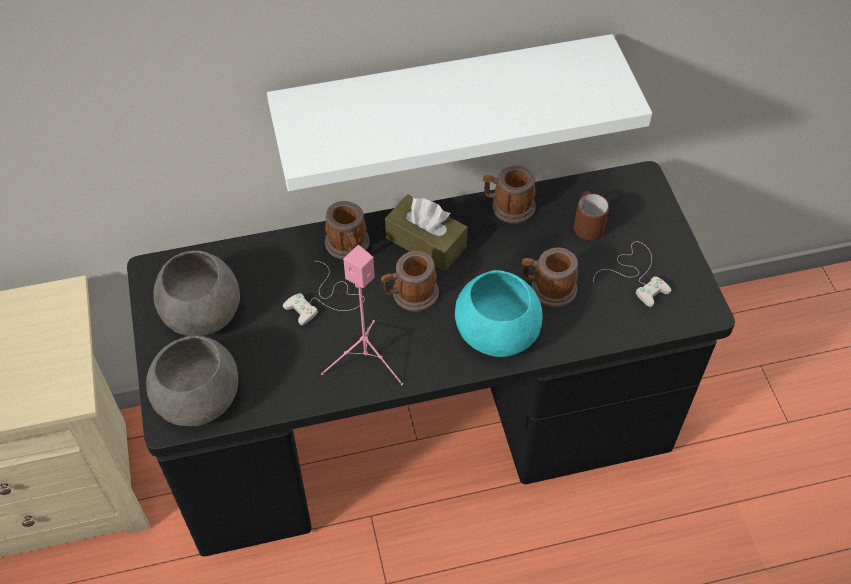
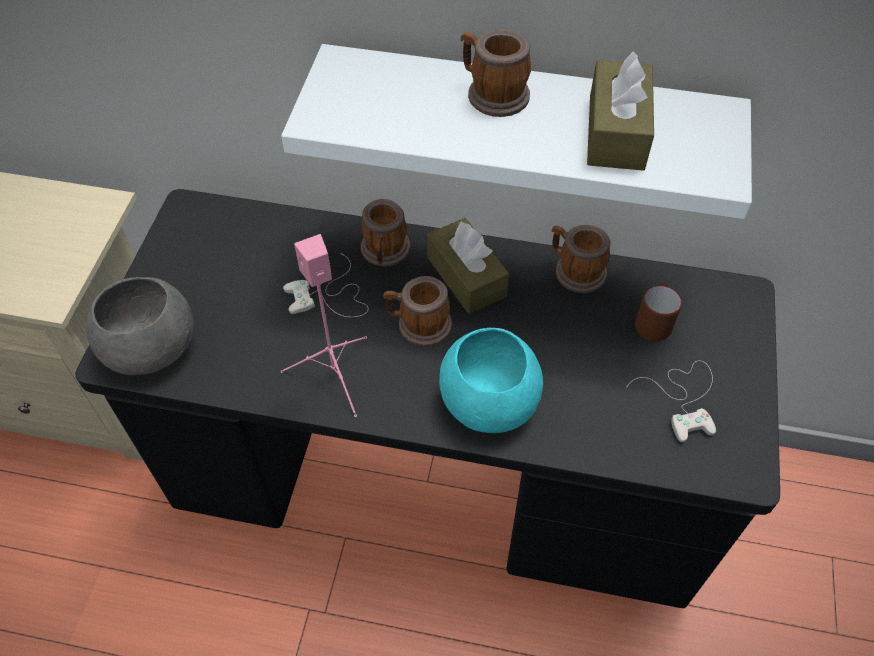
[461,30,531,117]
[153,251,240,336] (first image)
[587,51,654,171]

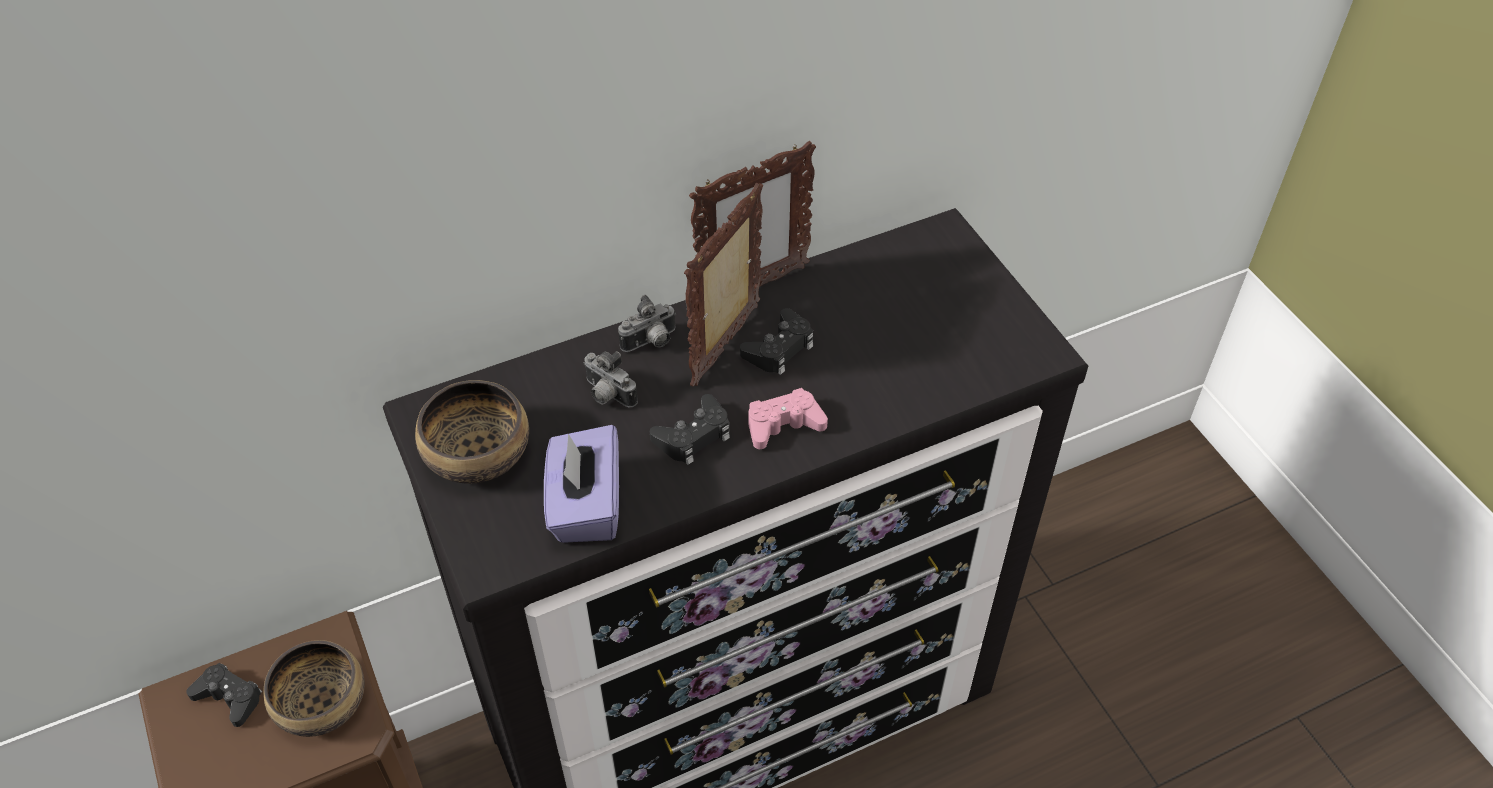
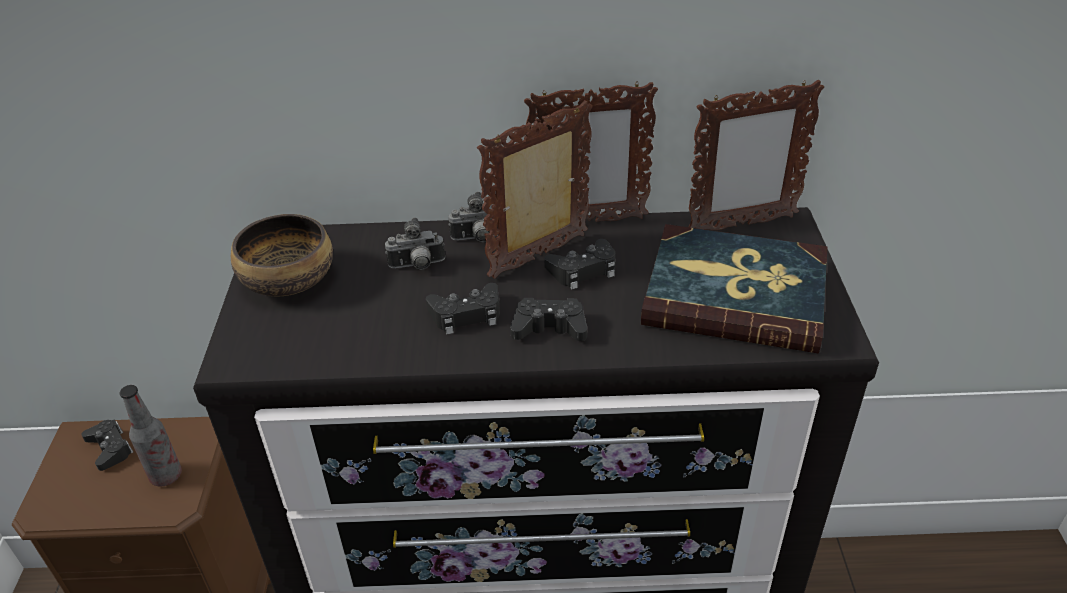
[385,218,445,270]
[510,298,587,341]
[544,425,619,543] (first image)
[120,385,182,486]
[688,80,824,230]
[641,224,828,354]

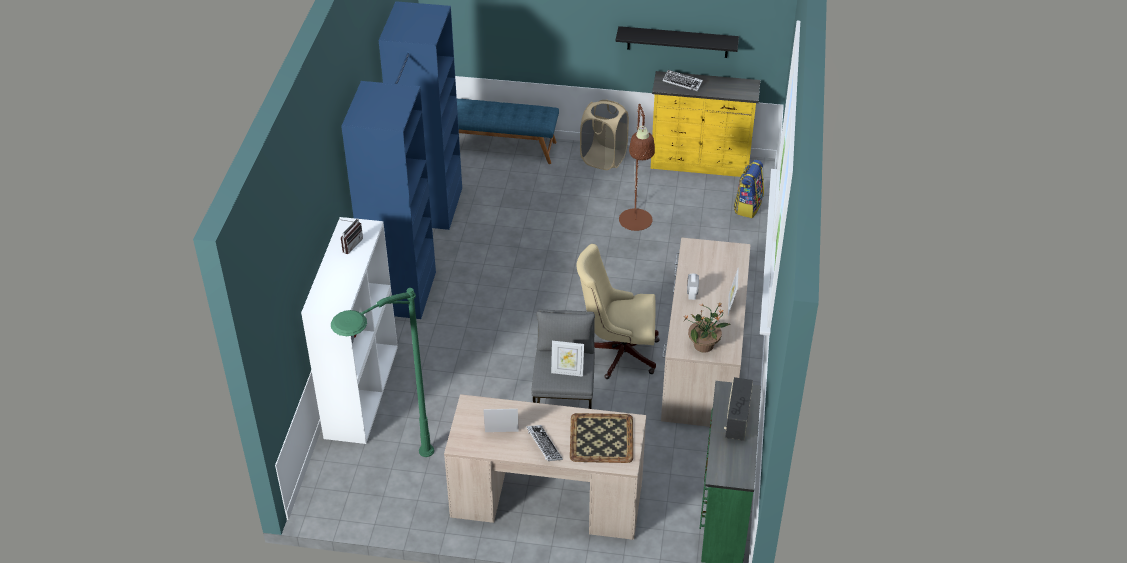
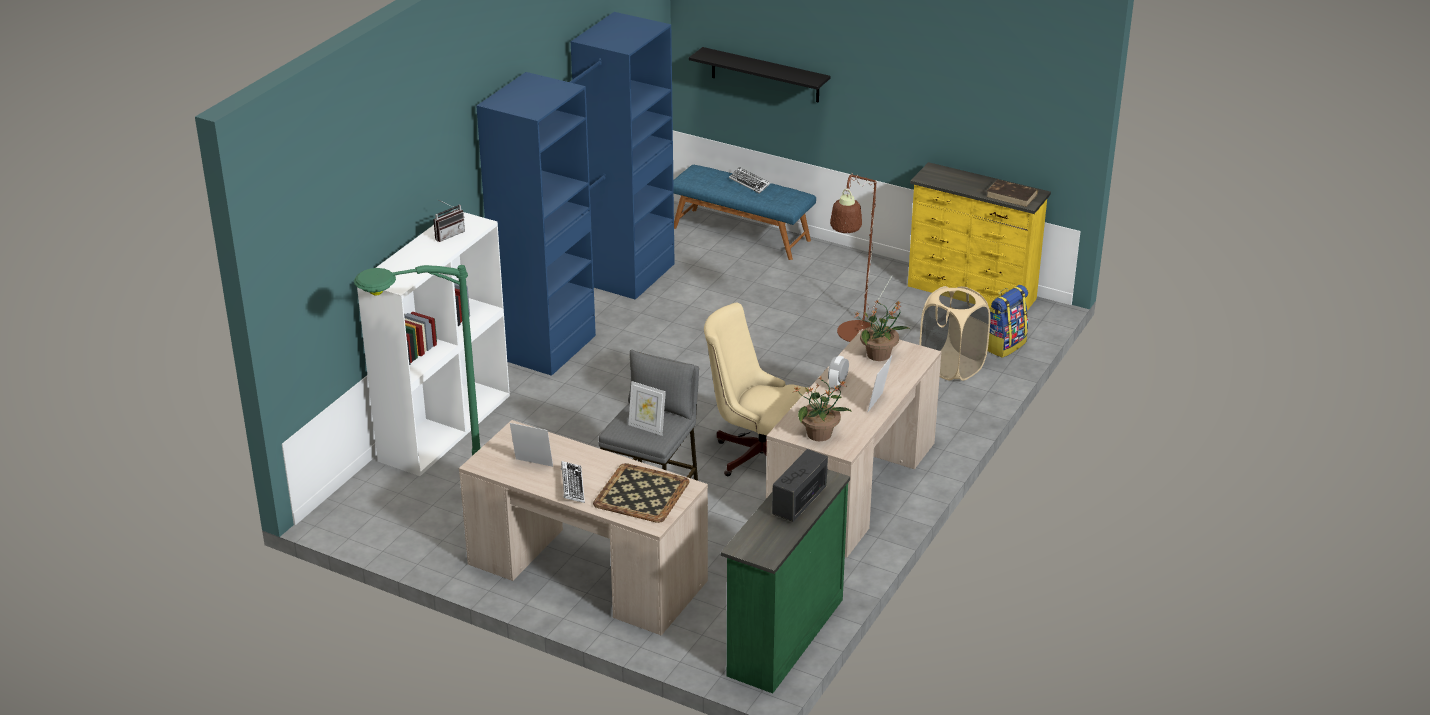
[689,47,830,103]
[729,167,771,194]
[919,286,991,381]
[986,180,1038,207]
[854,299,910,361]

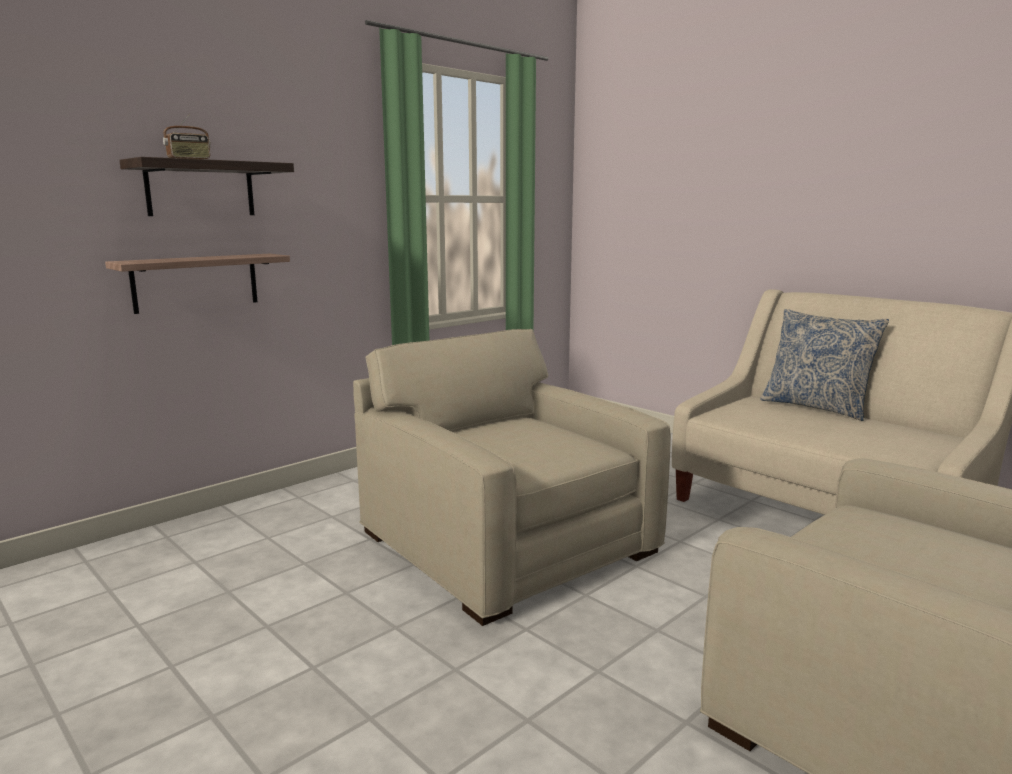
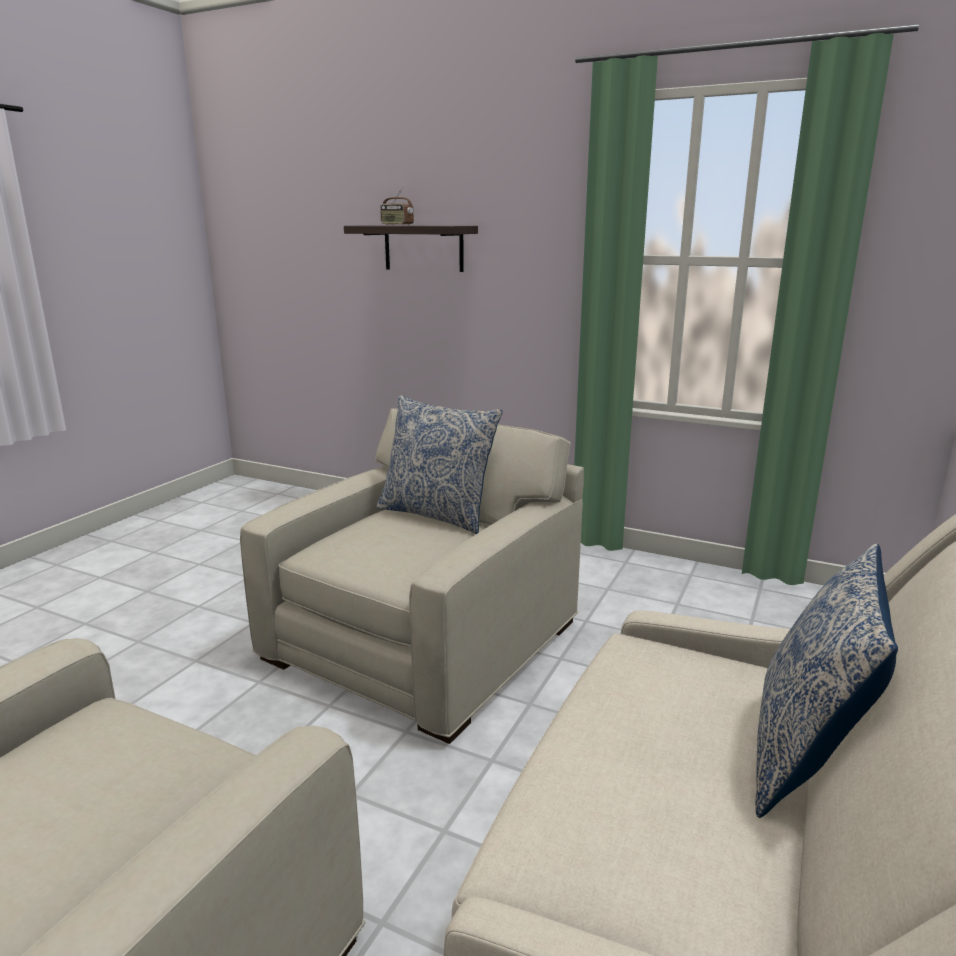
[105,254,290,314] (first image)
[376,395,503,534]

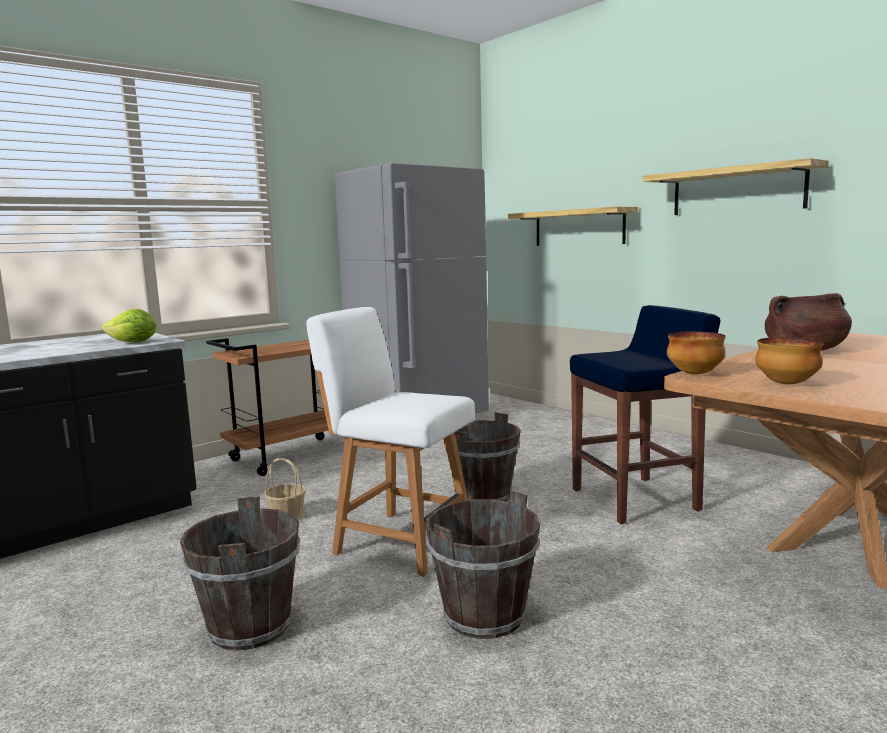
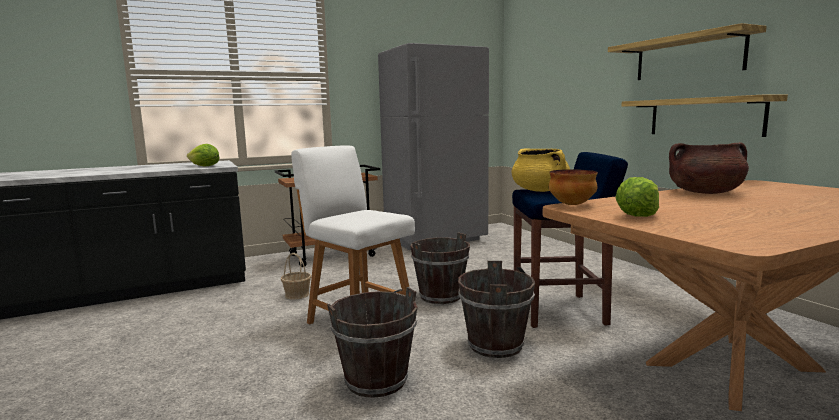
[621,95,788,137]
[615,177,659,217]
[458,260,535,358]
[512,148,570,192]

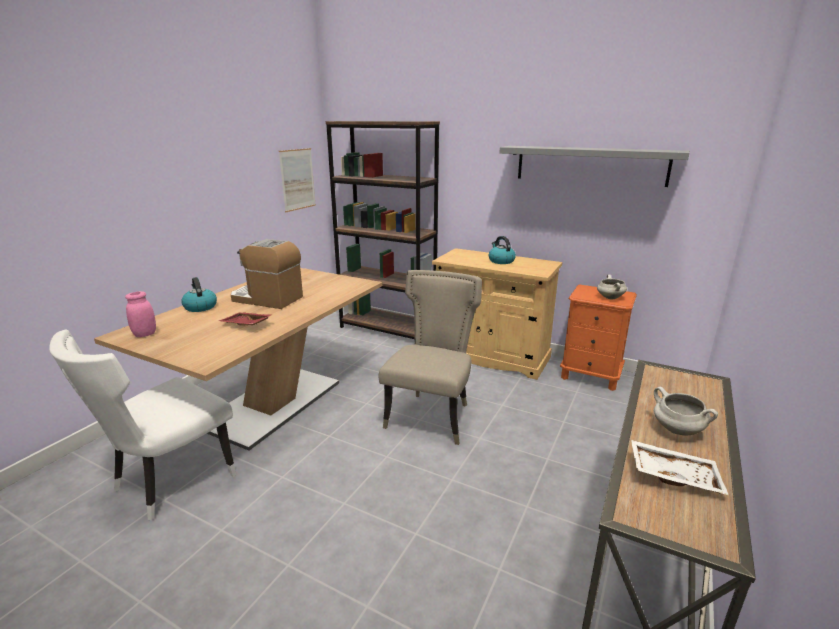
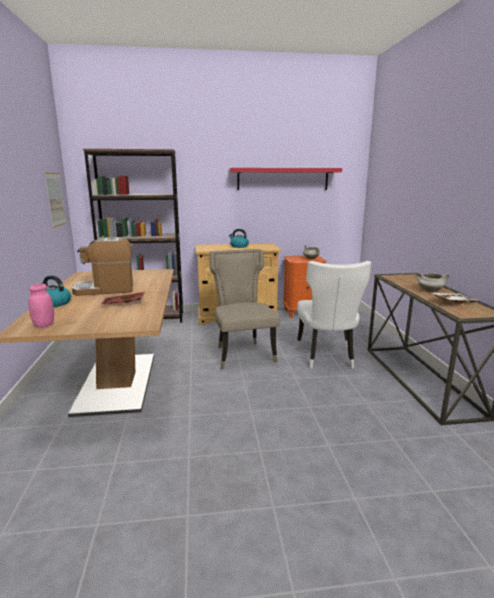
[229,168,342,190]
[296,261,371,369]

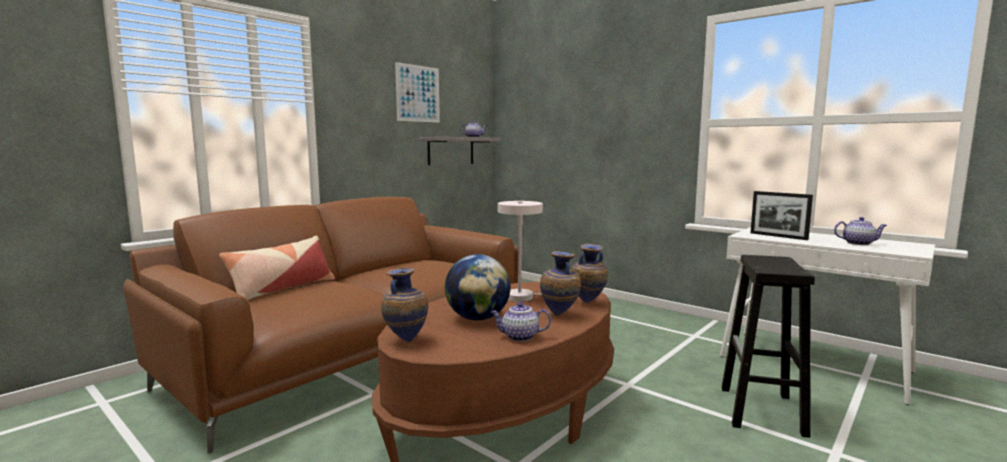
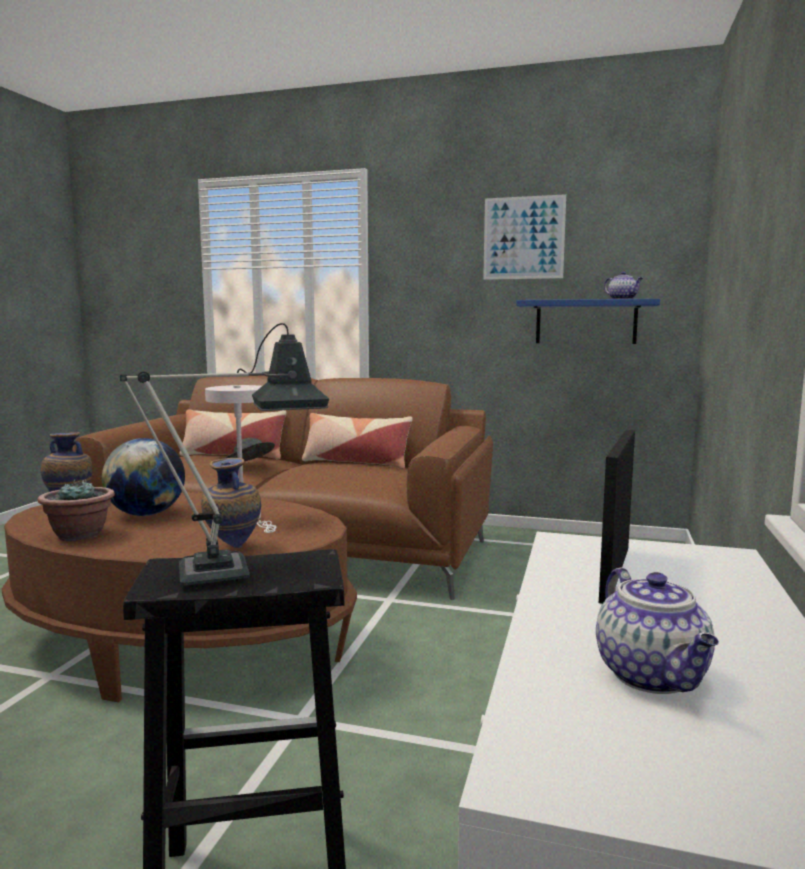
[516,299,660,344]
[540,251,581,316] (first image)
[37,479,115,541]
[120,323,329,587]
[302,413,413,469]
[226,438,275,461]

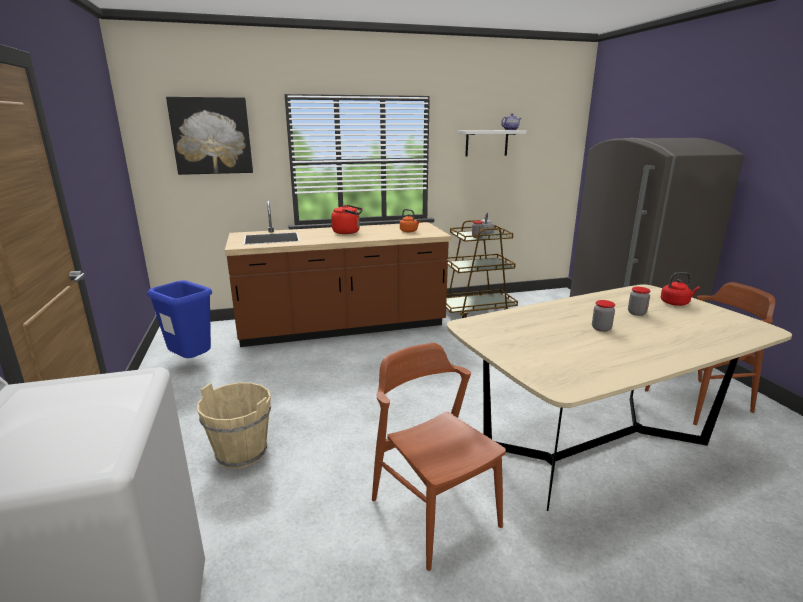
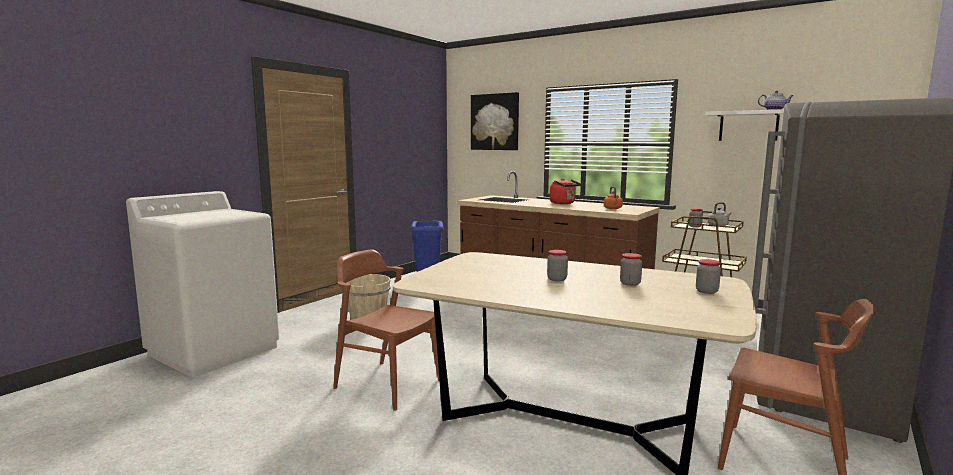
[696,259,721,294]
[333,249,439,411]

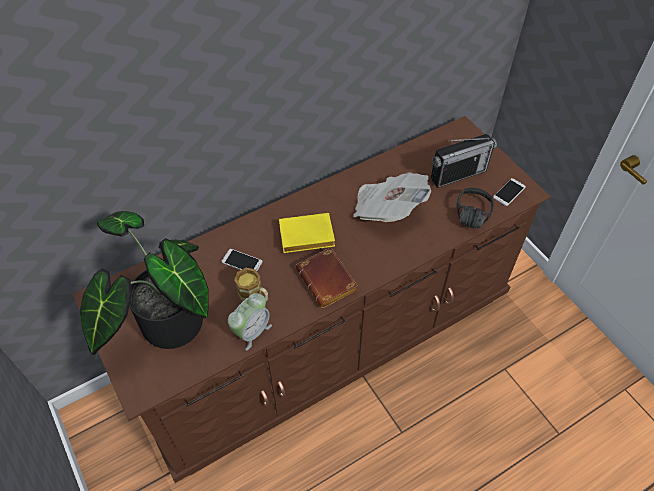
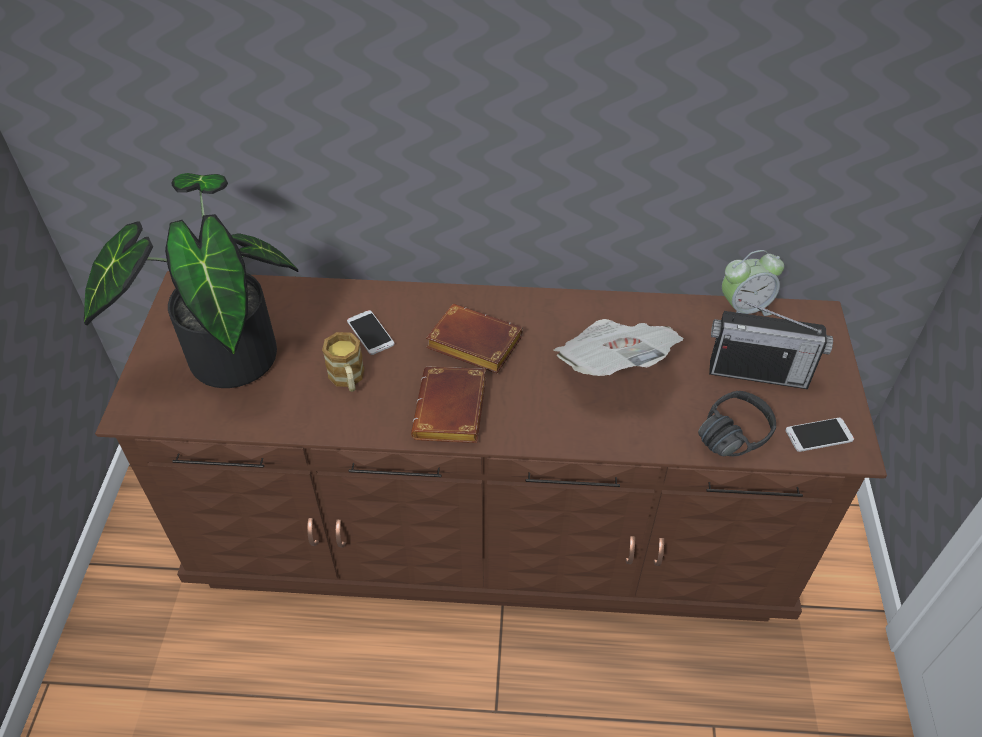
[426,304,523,374]
[722,250,784,316]

